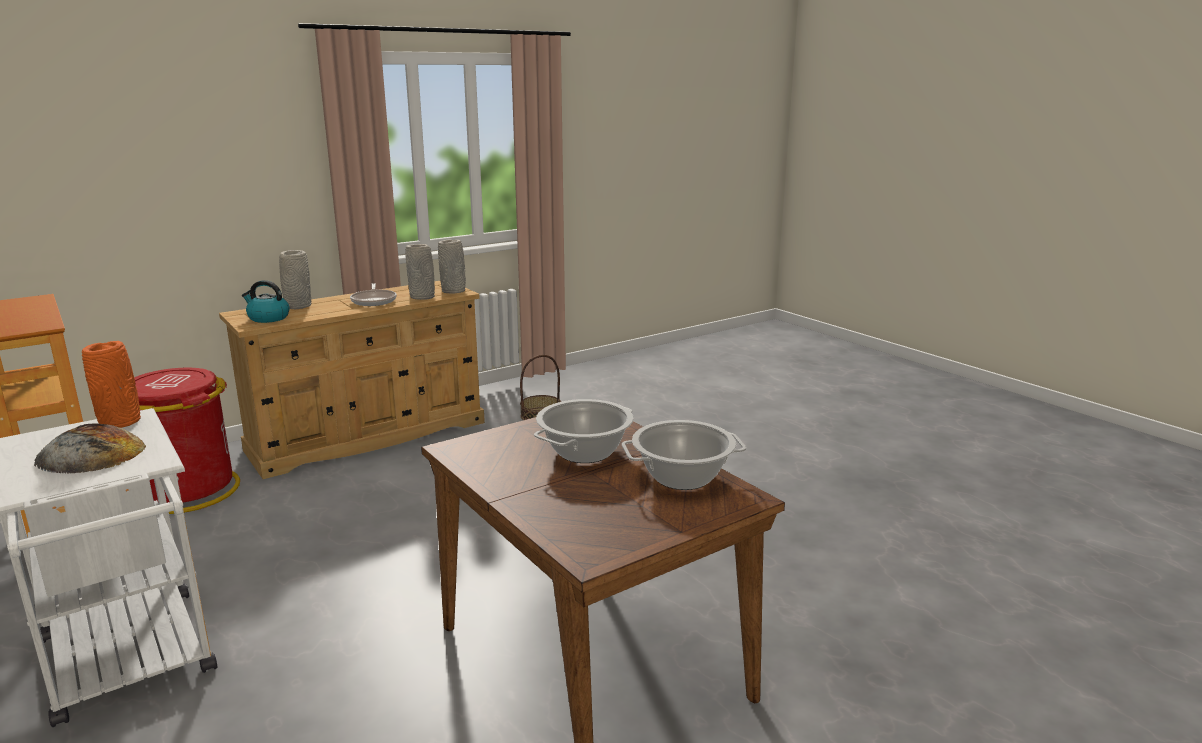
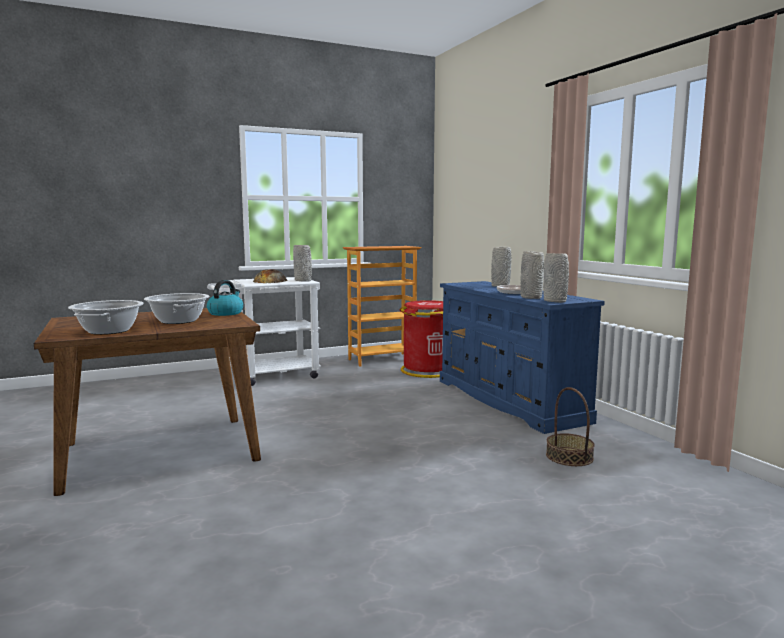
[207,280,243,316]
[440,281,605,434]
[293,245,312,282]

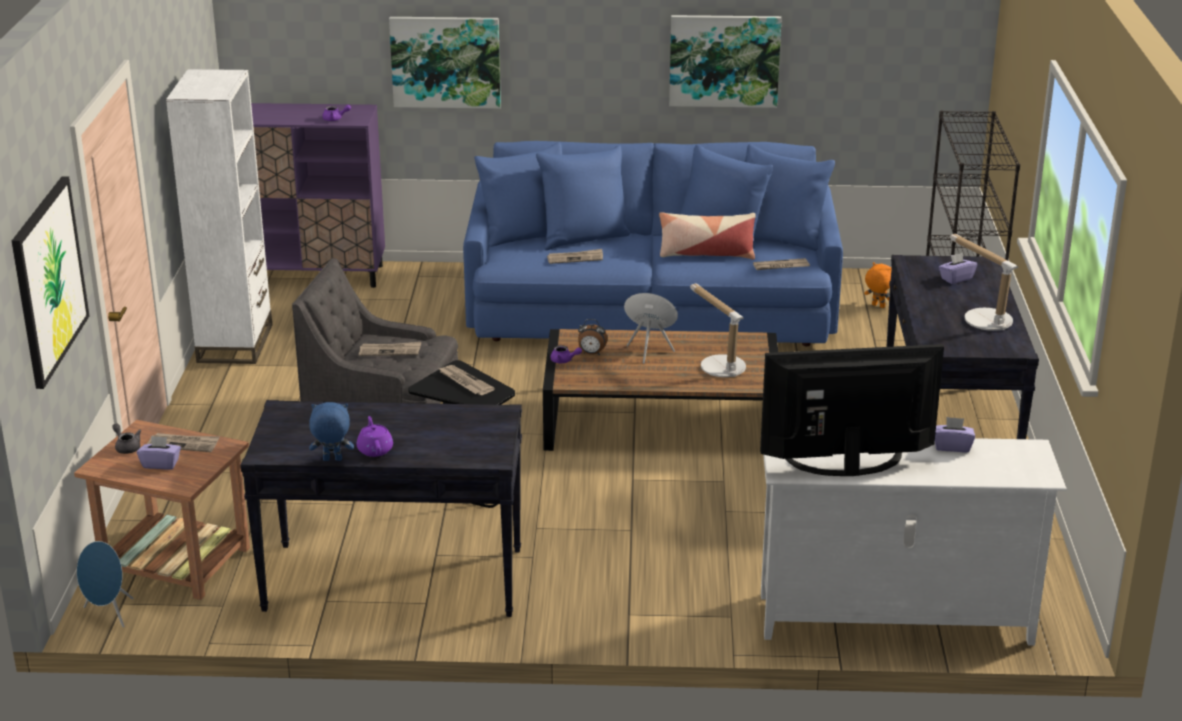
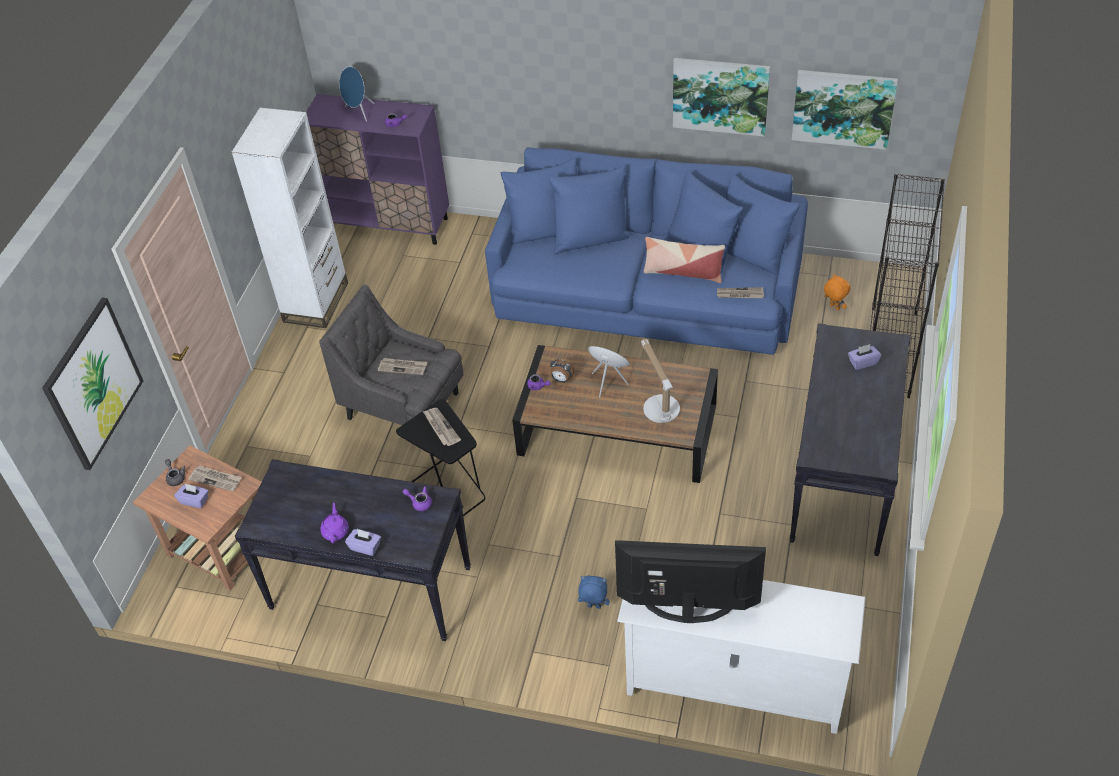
[792,70,898,150]
[950,234,1018,331] (first image)
[547,249,603,264] (first image)
[578,576,610,609]
[345,529,381,556]
[339,67,375,122]
[403,486,432,511]

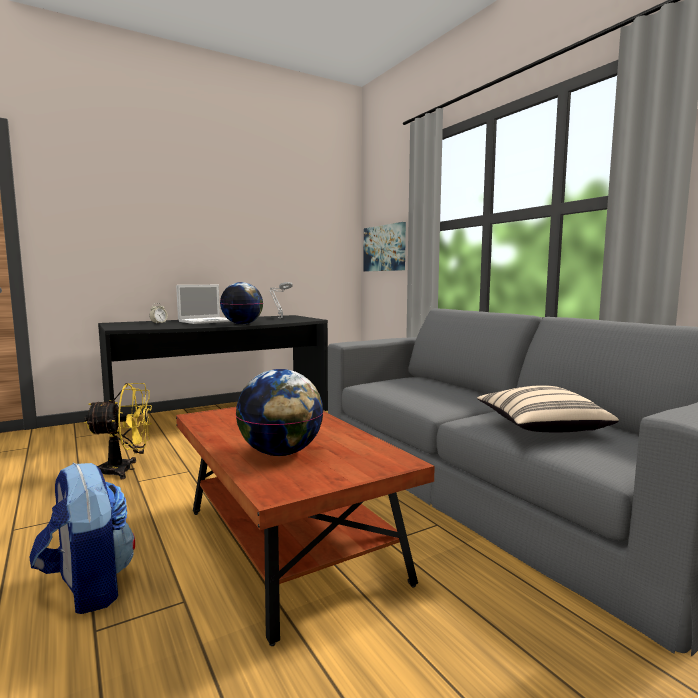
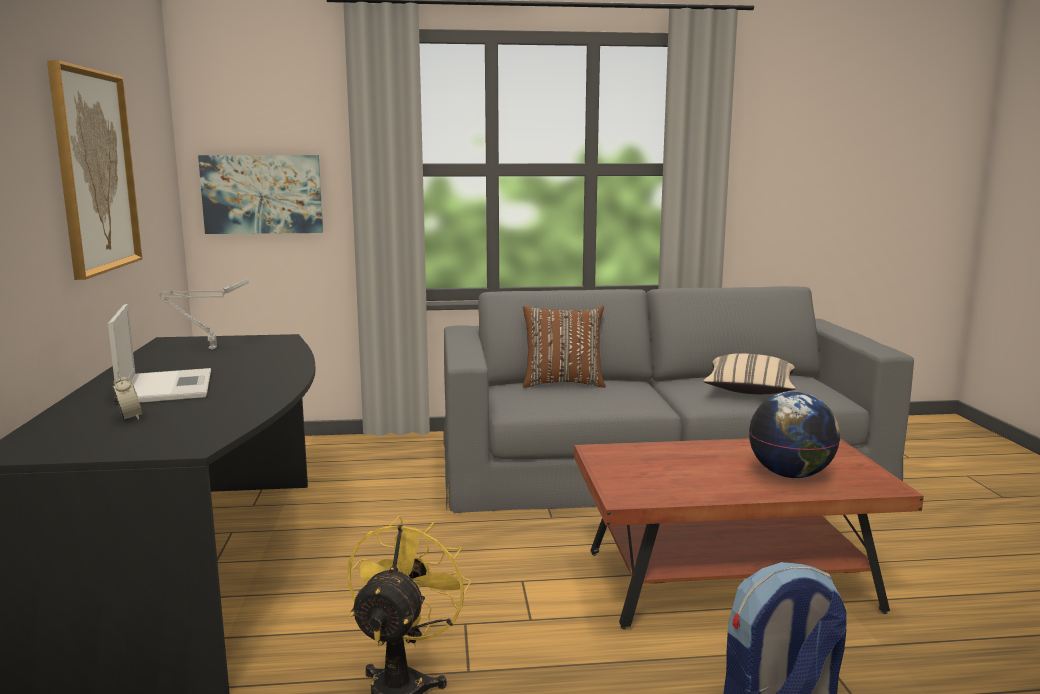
[220,282,263,324] (first image)
[47,60,142,280]
[523,306,606,388]

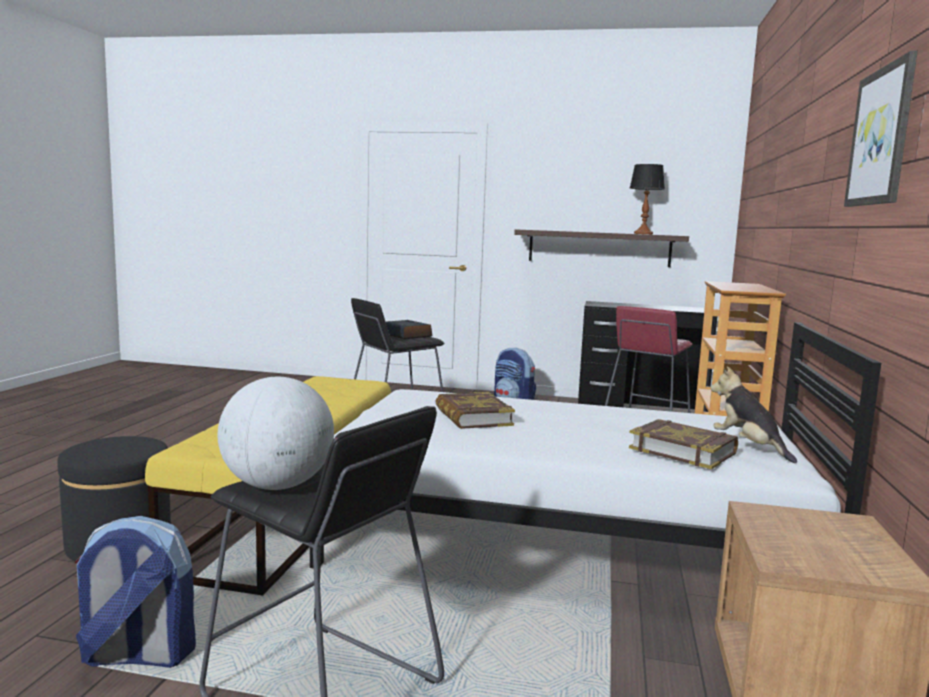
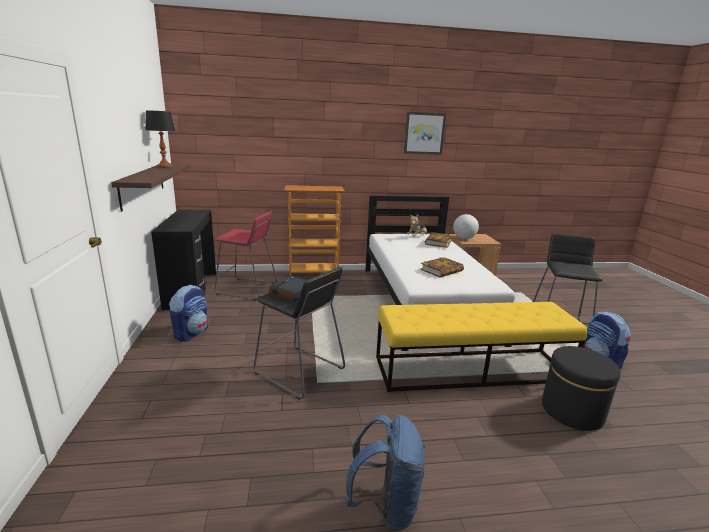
[453,214,479,239]
[345,415,425,532]

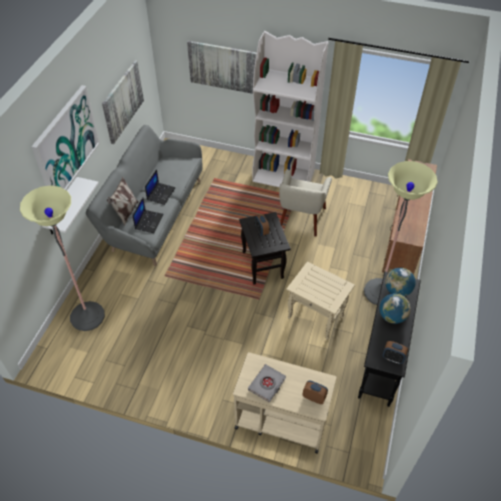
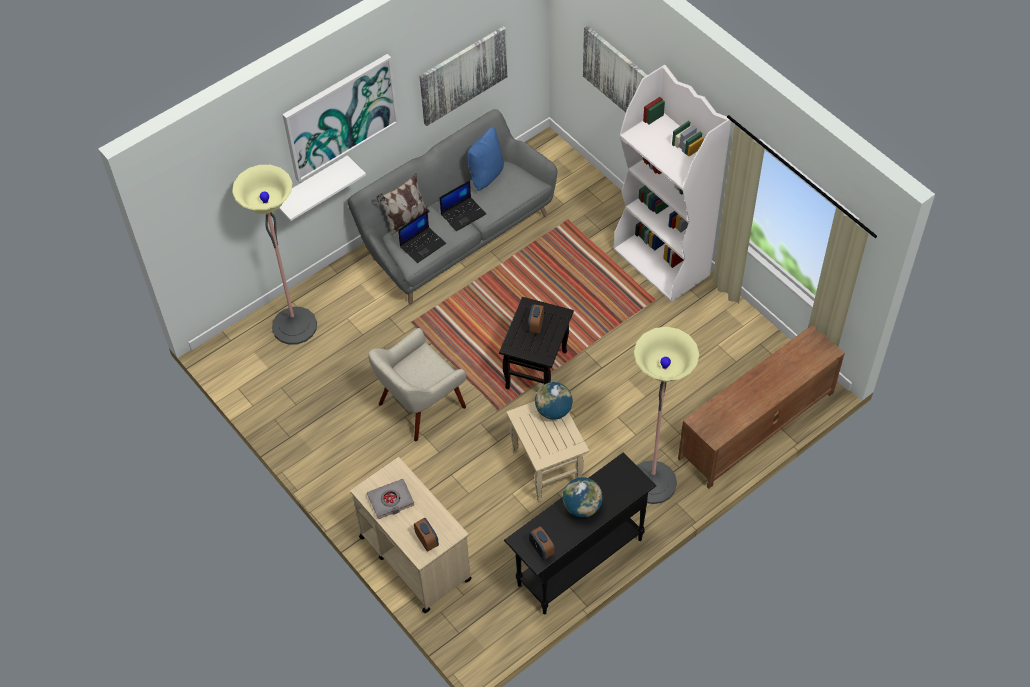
[368,328,466,441]
[535,382,572,420]
[467,127,504,191]

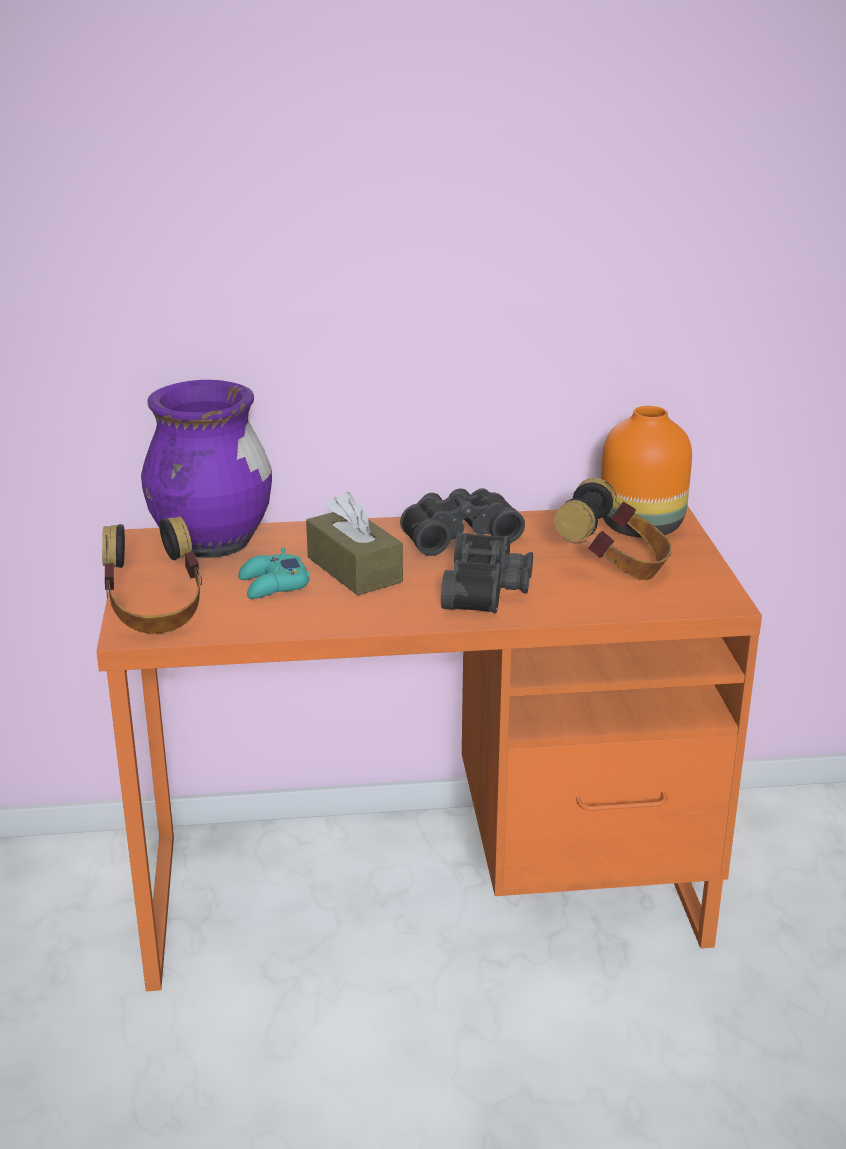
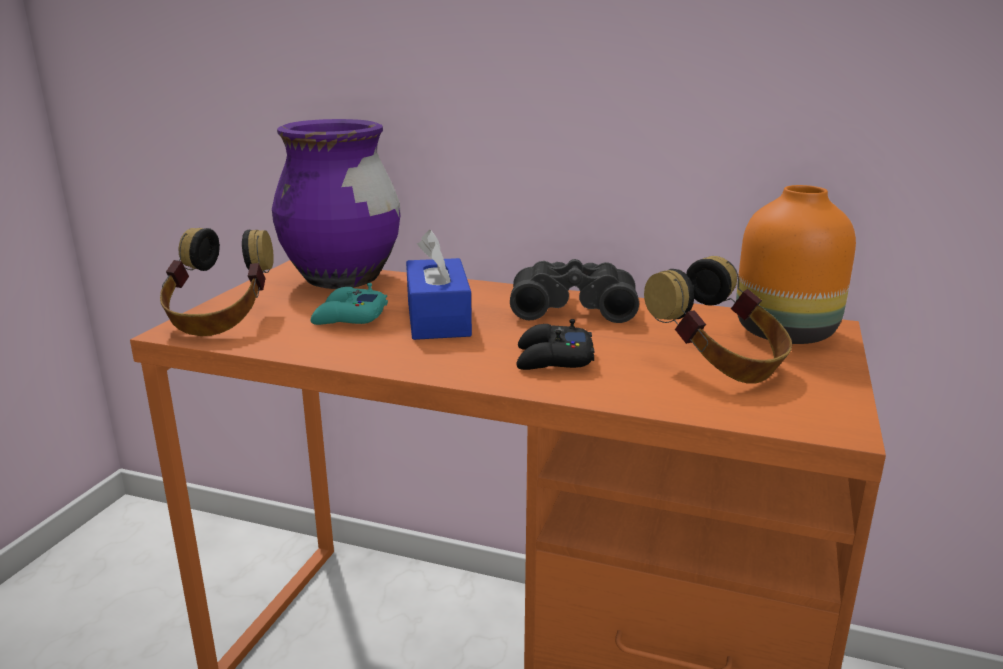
[406,230,472,340]
[517,319,594,370]

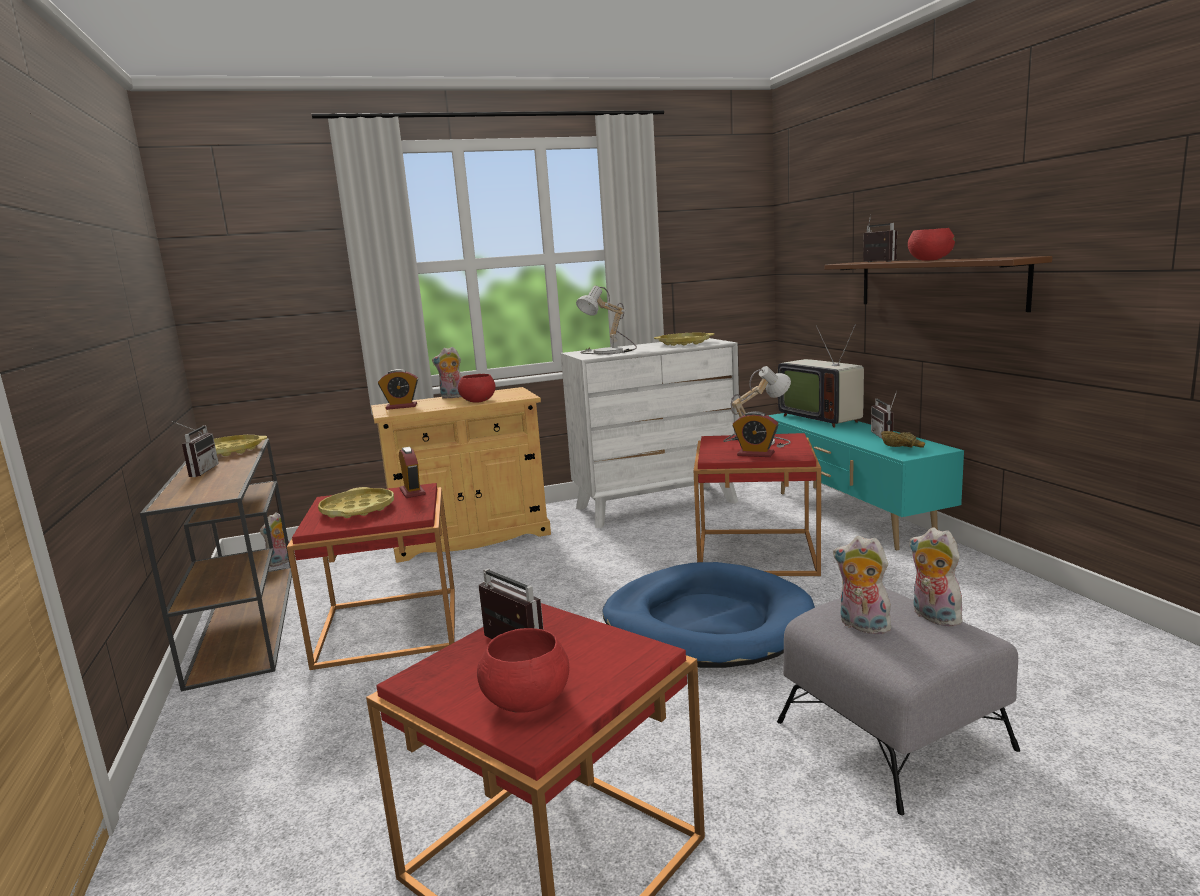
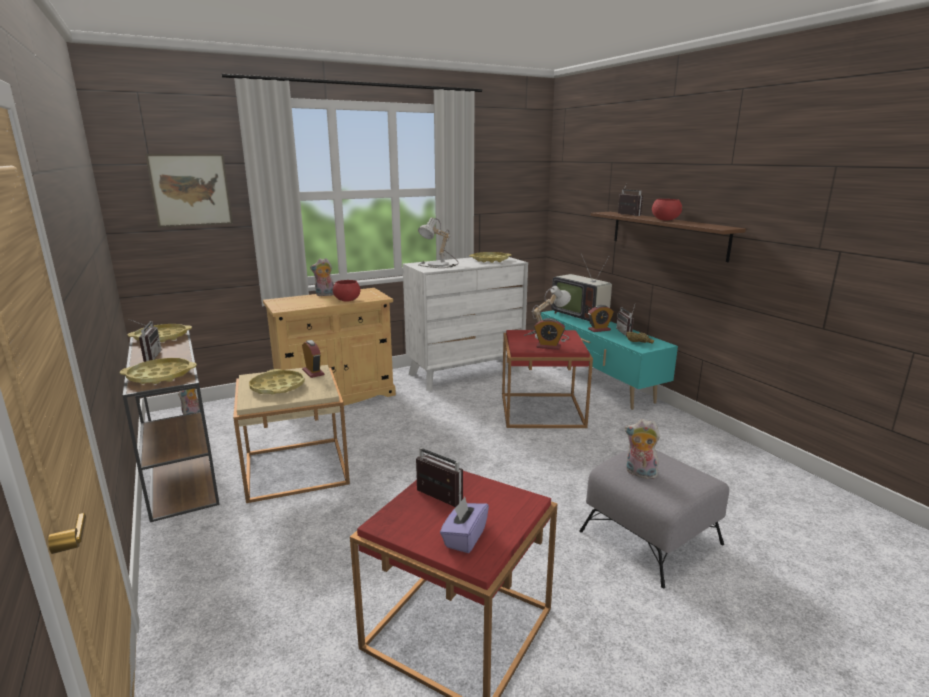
[588,305,614,332]
[233,365,350,503]
[910,527,963,627] (first image)
[603,562,815,668] (first image)
[440,497,489,553]
[145,154,233,228]
[120,358,197,384]

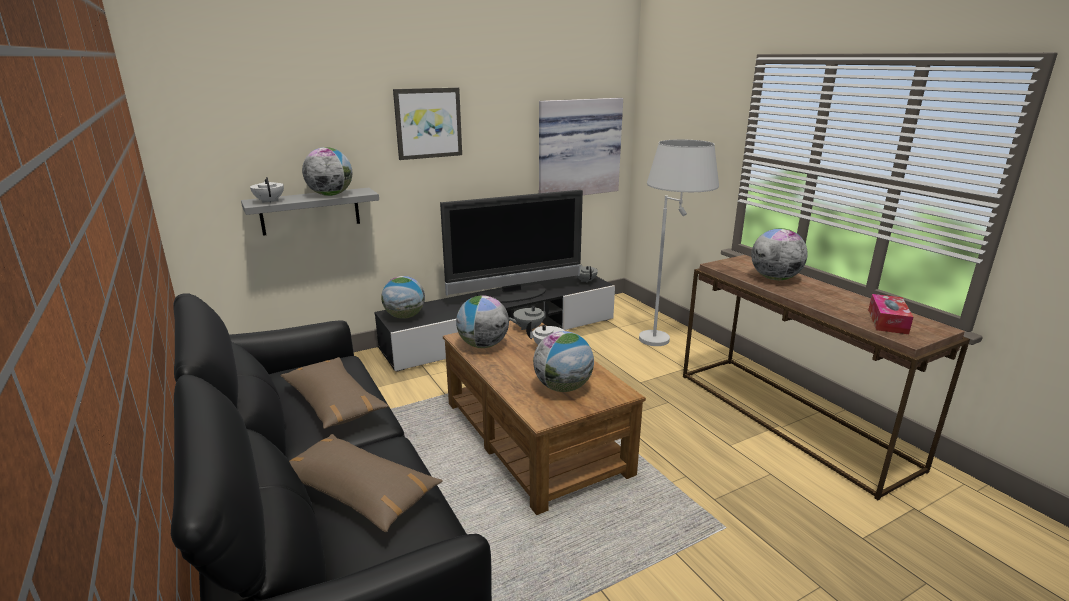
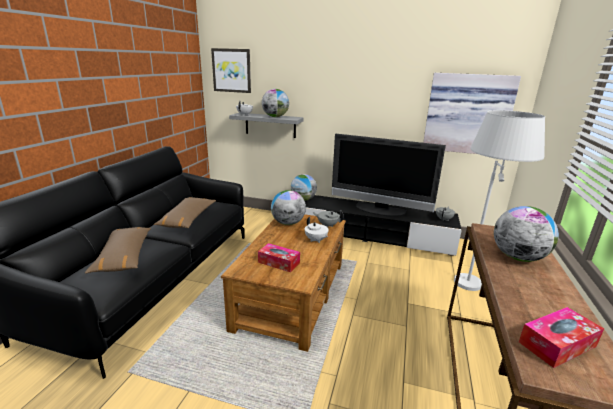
[211,48,251,93]
[258,243,300,272]

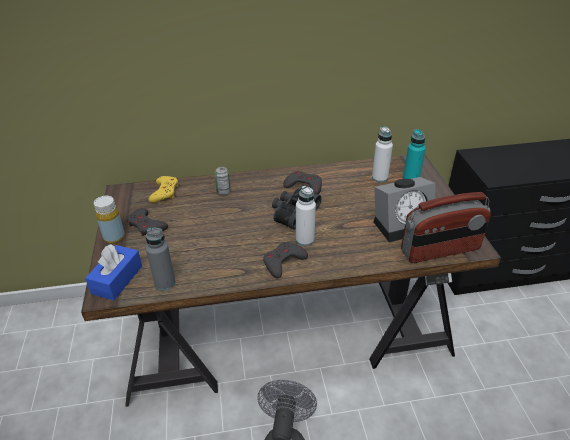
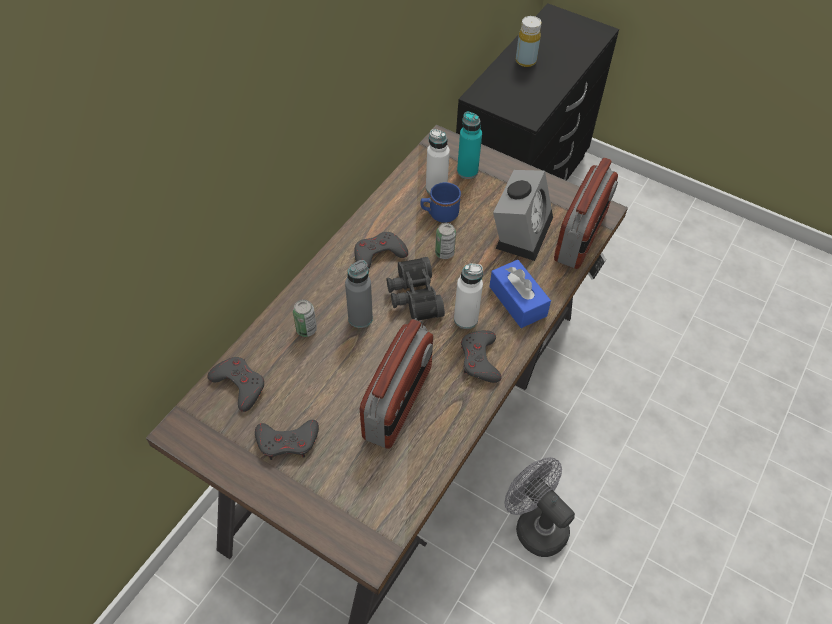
[207,357,264,412]
[516,16,542,67]
[345,260,373,328]
[489,260,551,328]
[420,182,461,223]
[435,223,456,259]
[360,318,433,449]

